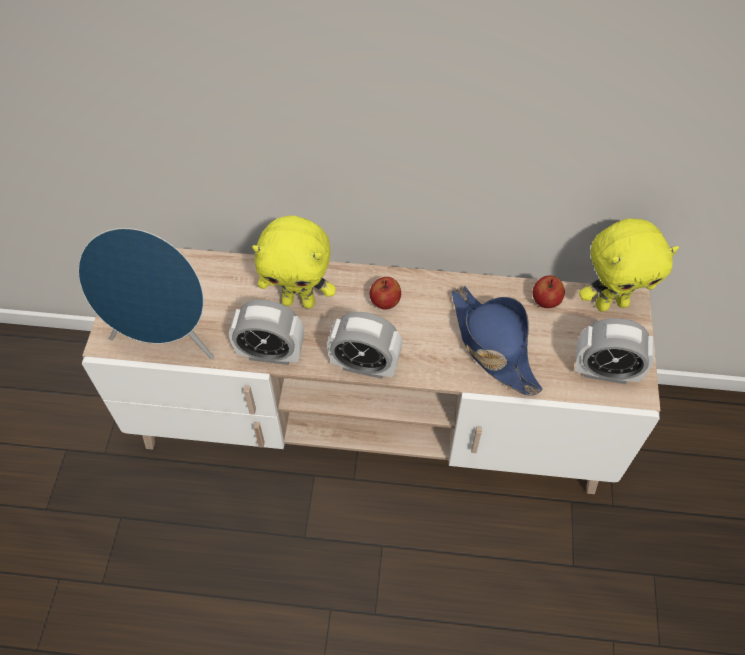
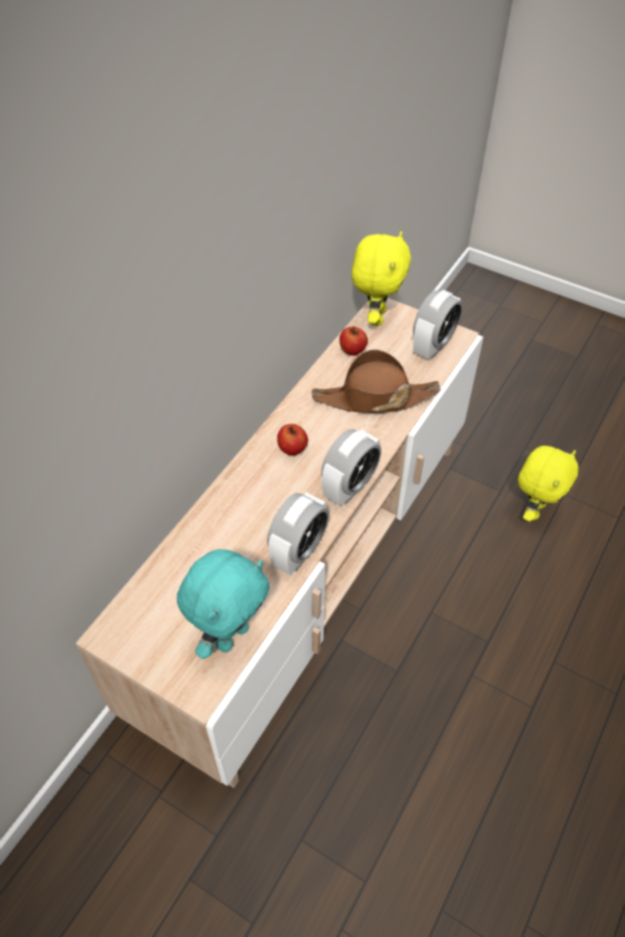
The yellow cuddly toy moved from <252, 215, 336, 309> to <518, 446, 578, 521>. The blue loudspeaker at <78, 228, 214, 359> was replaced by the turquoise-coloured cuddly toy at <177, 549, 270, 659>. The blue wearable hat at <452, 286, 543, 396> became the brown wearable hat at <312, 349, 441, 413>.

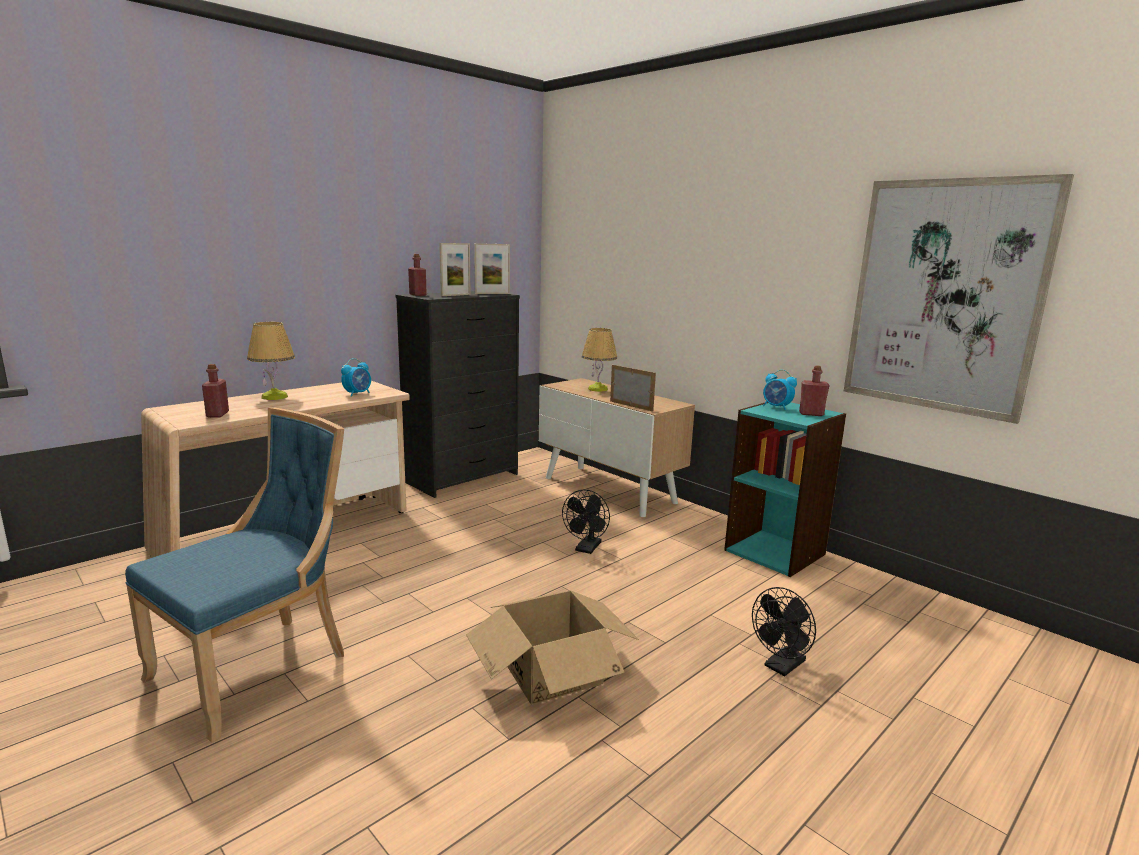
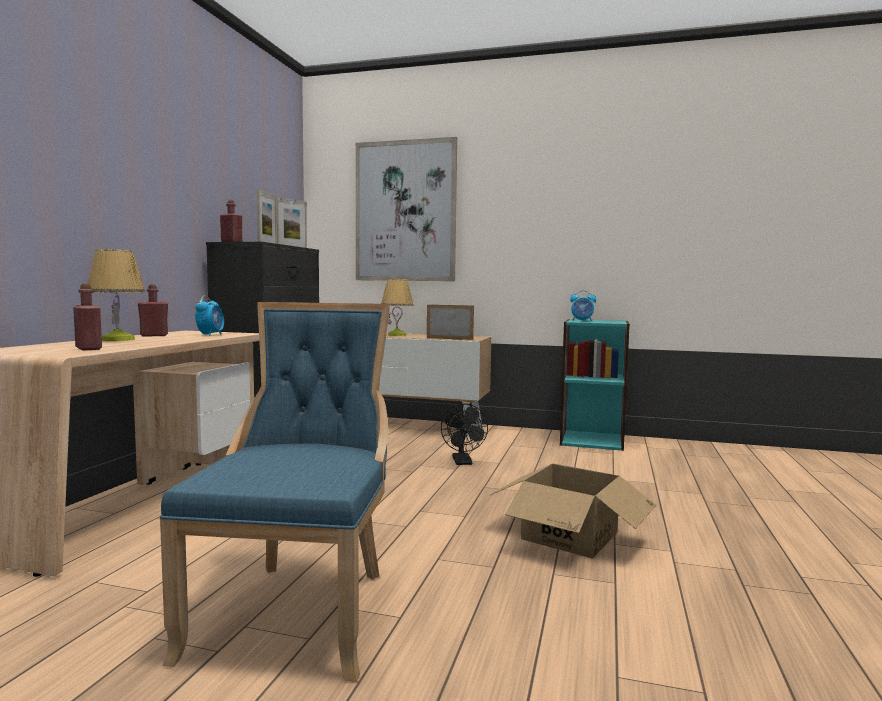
The wall art moved from <844, 174, 1074, 424> to <356, 137, 457, 281>. The red-coloured drink bottle moved from <799, 365, 830, 416> to <138, 285, 168, 336>. The black-coloured cooling fan at <752, 587, 816, 676> disappeared.

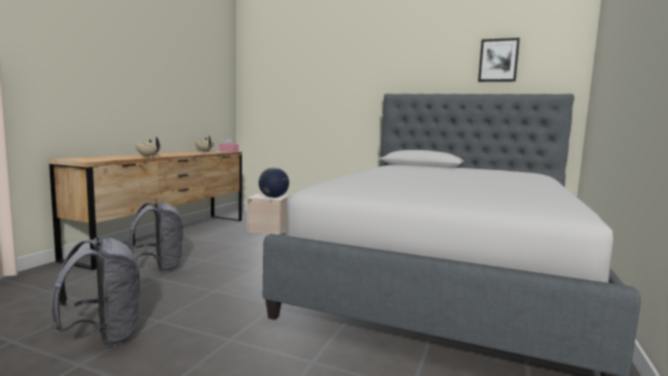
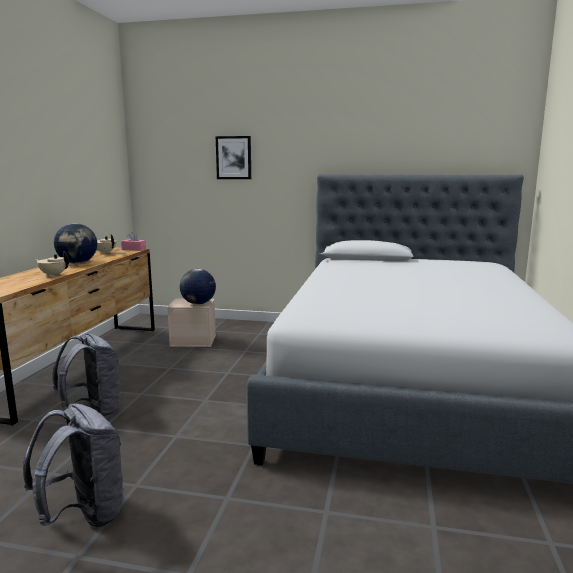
The wall art moved from <478, 38, 520, 82> to <216, 136, 251, 179>. The globe at <54, 223, 97, 264> appeared.

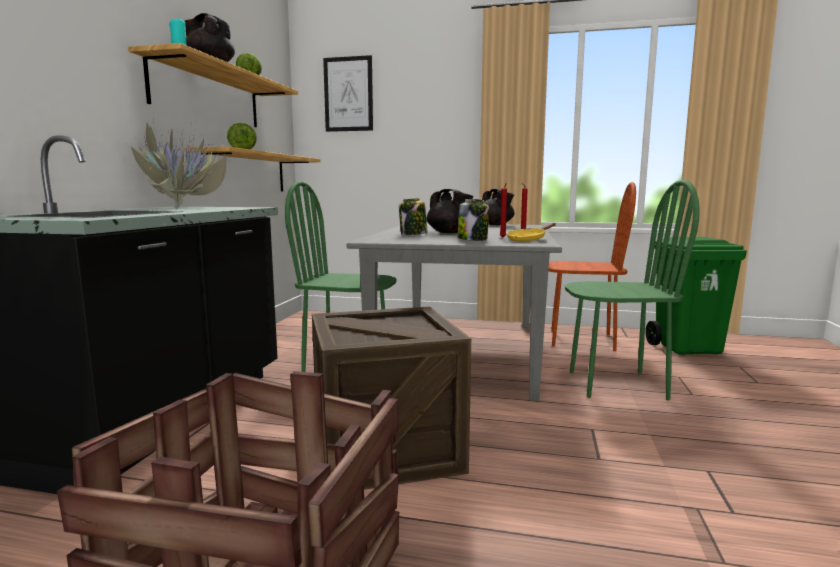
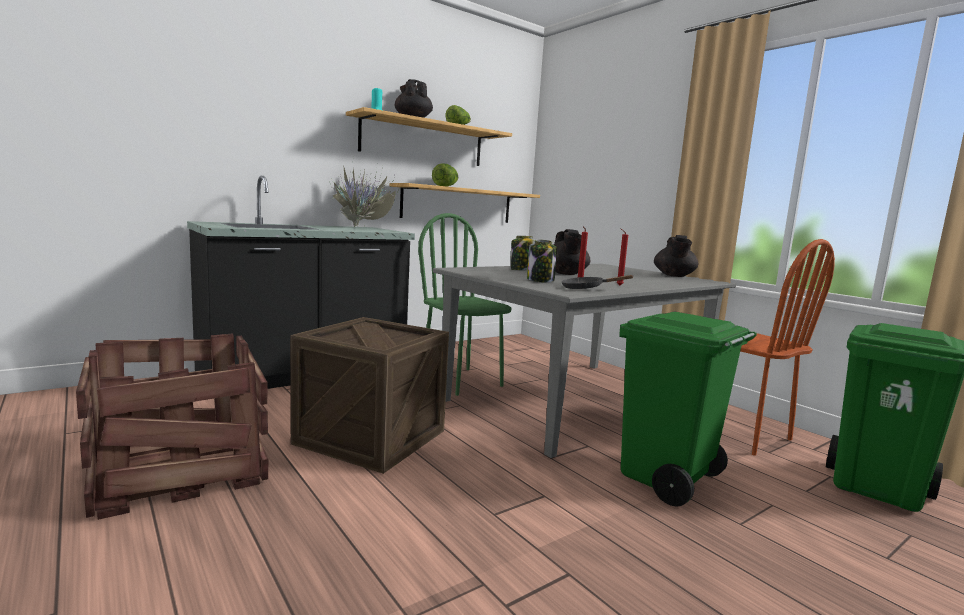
The wall art at <323, 55, 373, 132> disappeared. The green-coloured plain chair at <564, 180, 700, 400> was replaced by the green-coloured waste bin at <619, 311, 757, 506>. The yellow pan at <507, 223, 556, 241> became the black-coloured pan at <561, 275, 633, 289>.

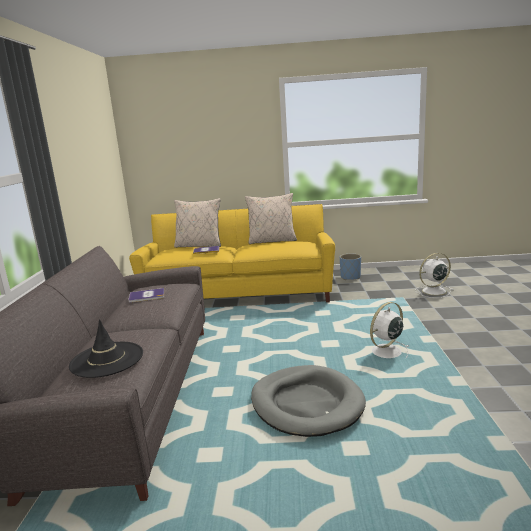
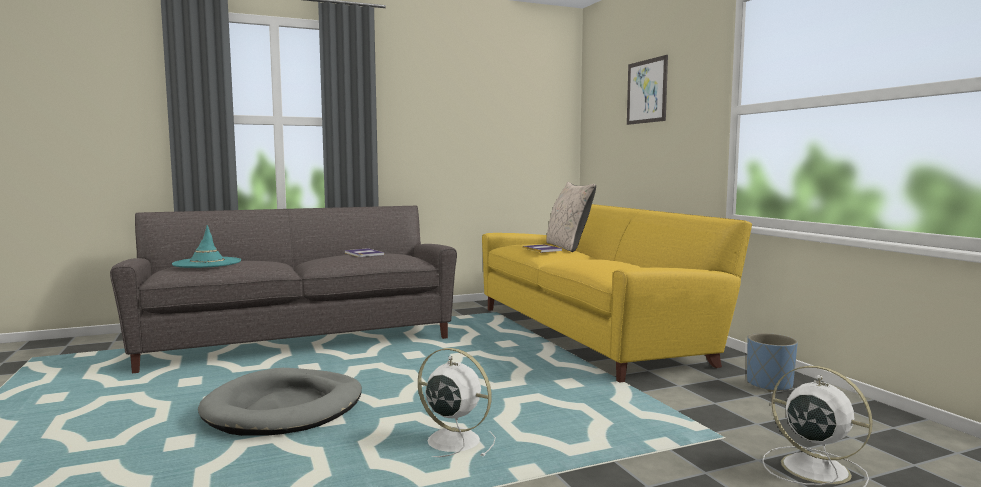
The beige pillow at <245, 193, 297, 244> disappeared. The black-coloured wearable hat at <69, 319, 143, 378> became the turquoise-coloured wearable hat at <172, 225, 241, 268>. The wall art at <627, 55, 668, 125> appeared.

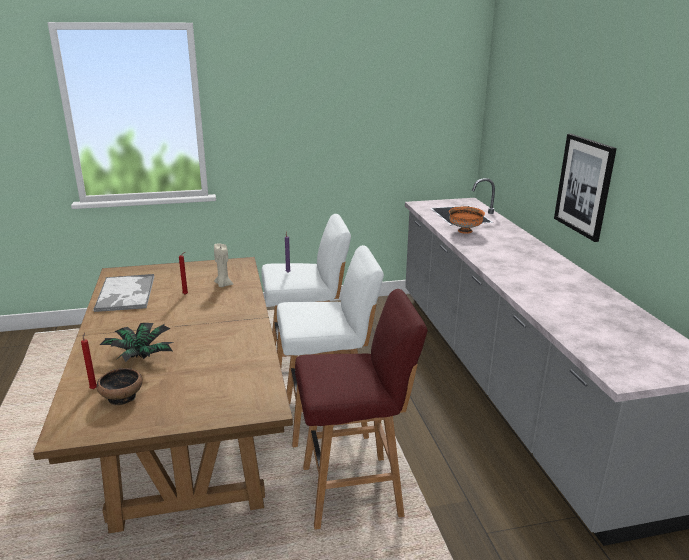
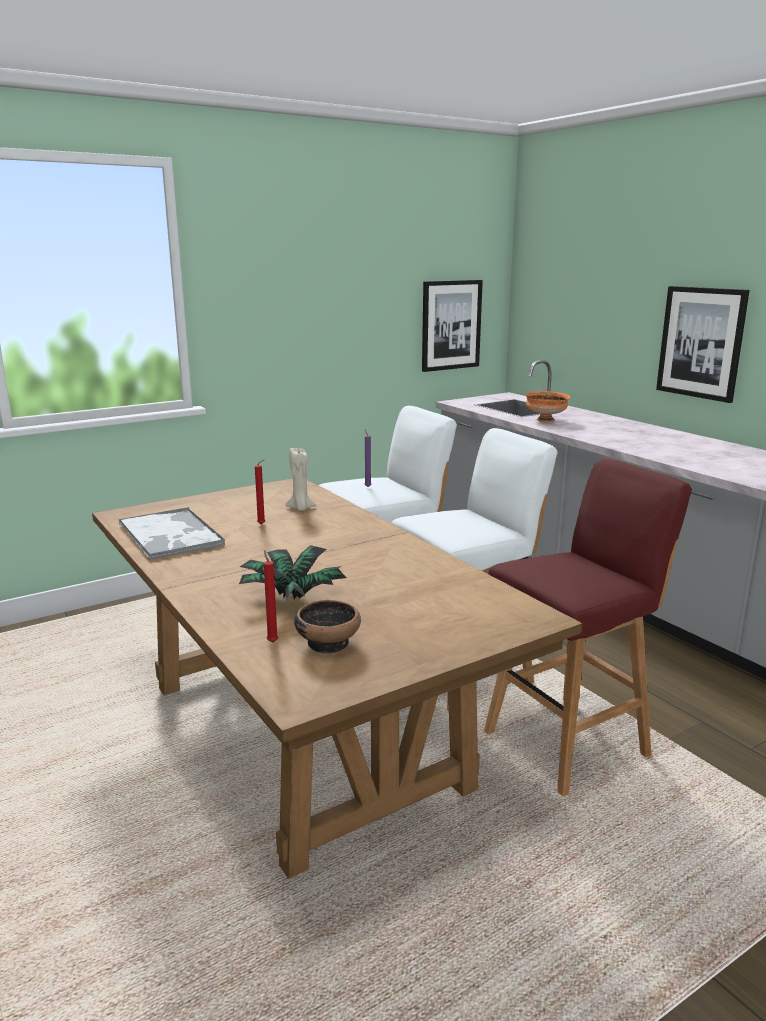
The wall art at <422, 280, 483, 372> appeared.

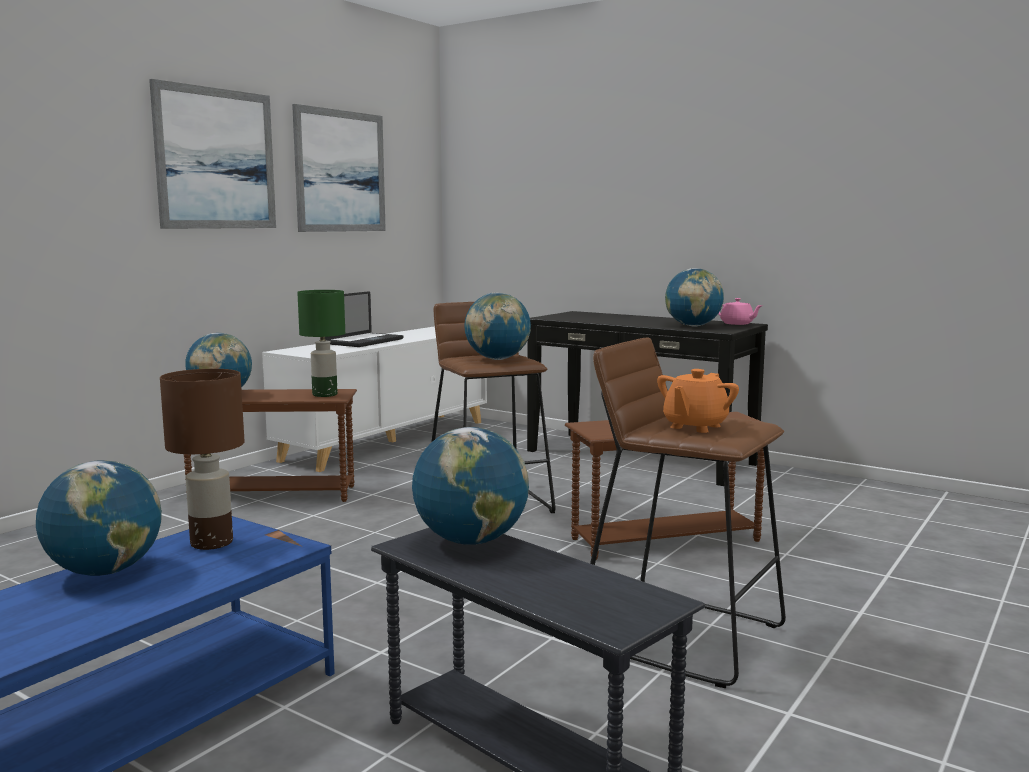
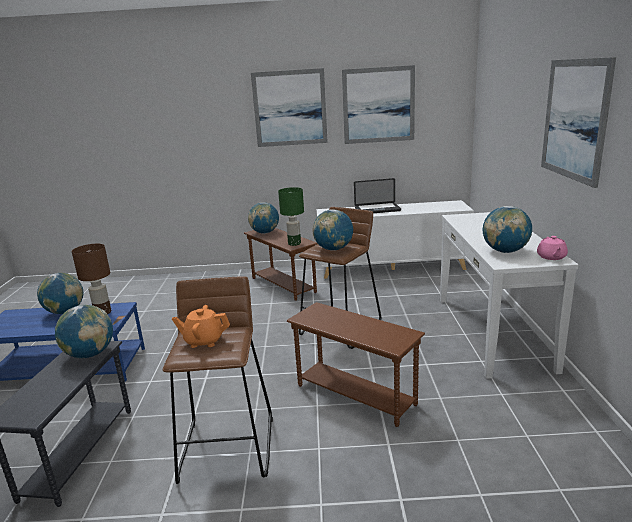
The black-coloured narrow table at <527, 311, 768, 486> became the white narrow table at <440, 212, 578, 379>. The wall art at <541, 57, 616, 188> appeared.

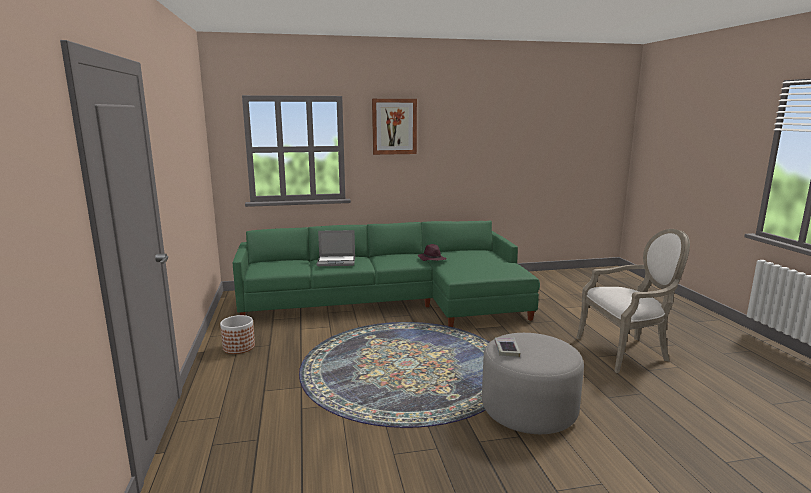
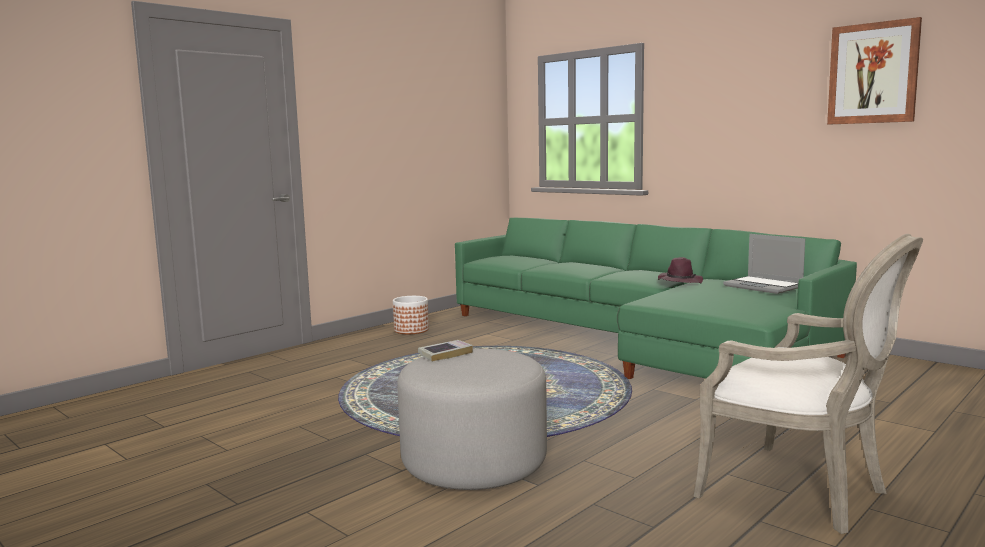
The wall art moved from <372, 99, 417, 155> to <827, 17, 922, 125>. The portable computer moved from <317, 230, 355, 266> to <723, 234, 805, 294>.

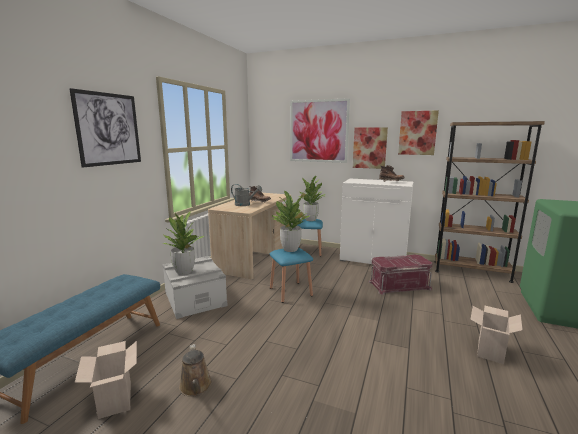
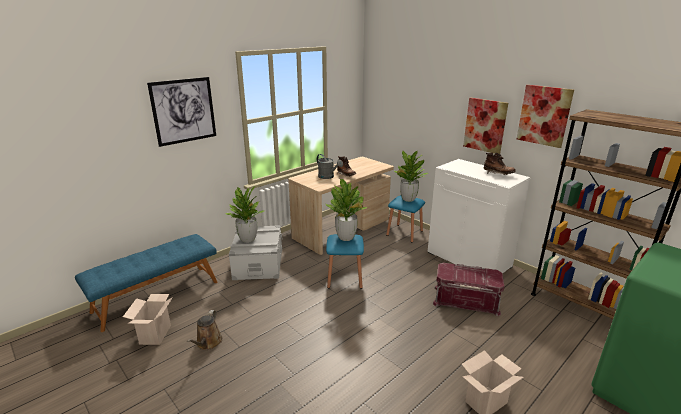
The wall art at <290, 98, 350, 163> disappeared.

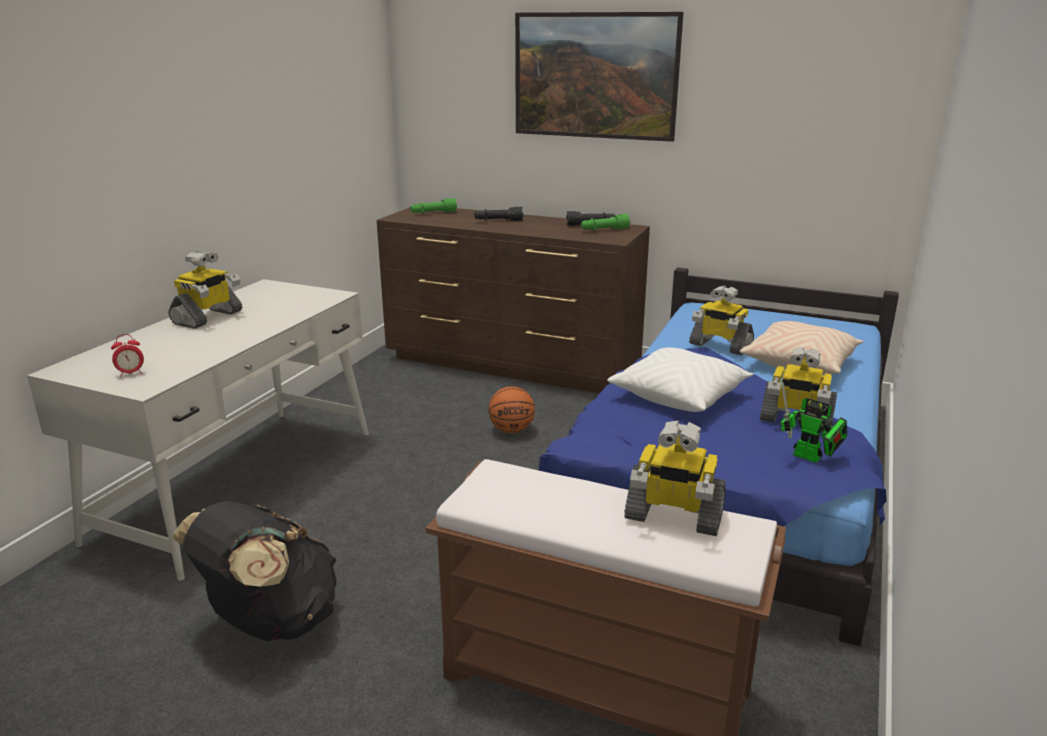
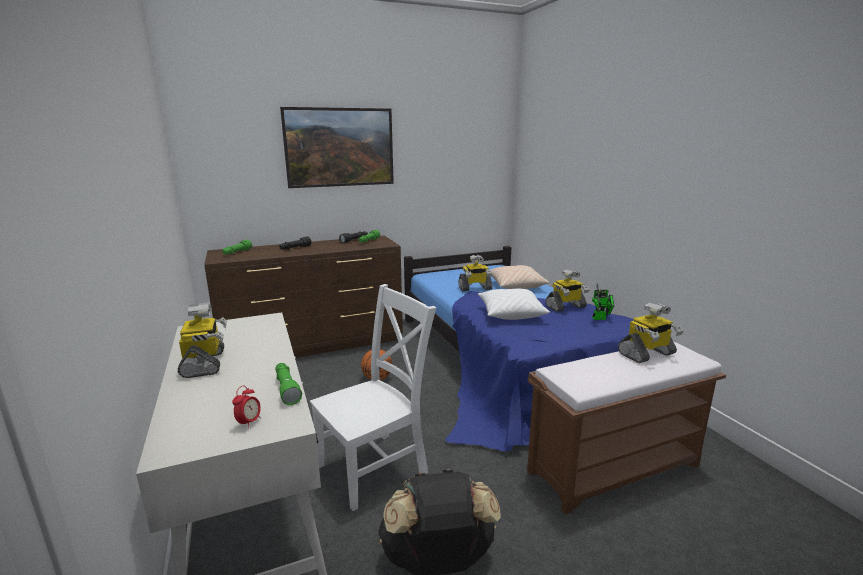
The white plain chair at <310, 284, 436, 511> appeared. The green-coloured hand torch at <275, 363, 302, 405> appeared.

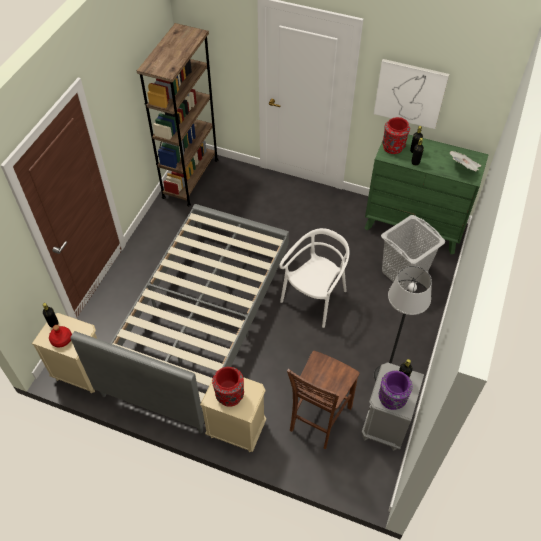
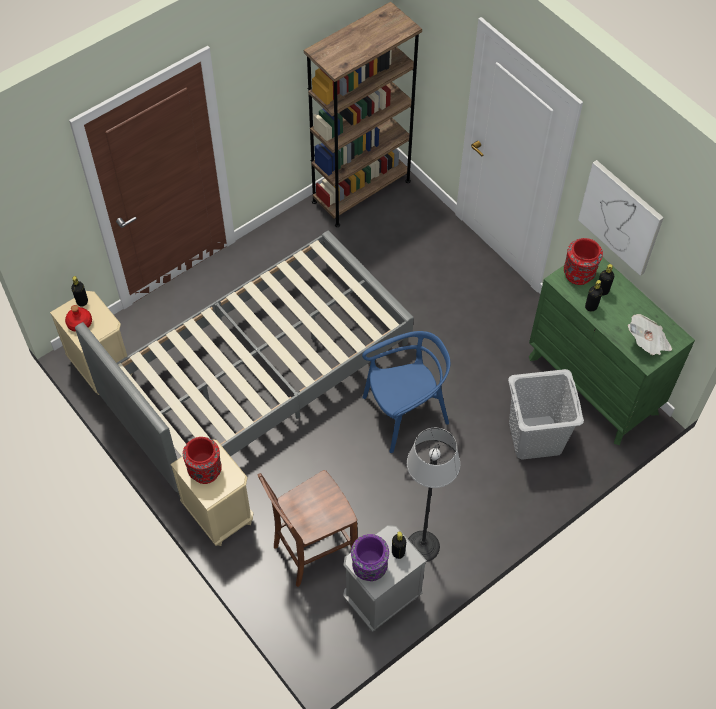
The white plain chair at <279, 228, 350, 328> became the blue plain chair at <362, 331, 450, 453>.

